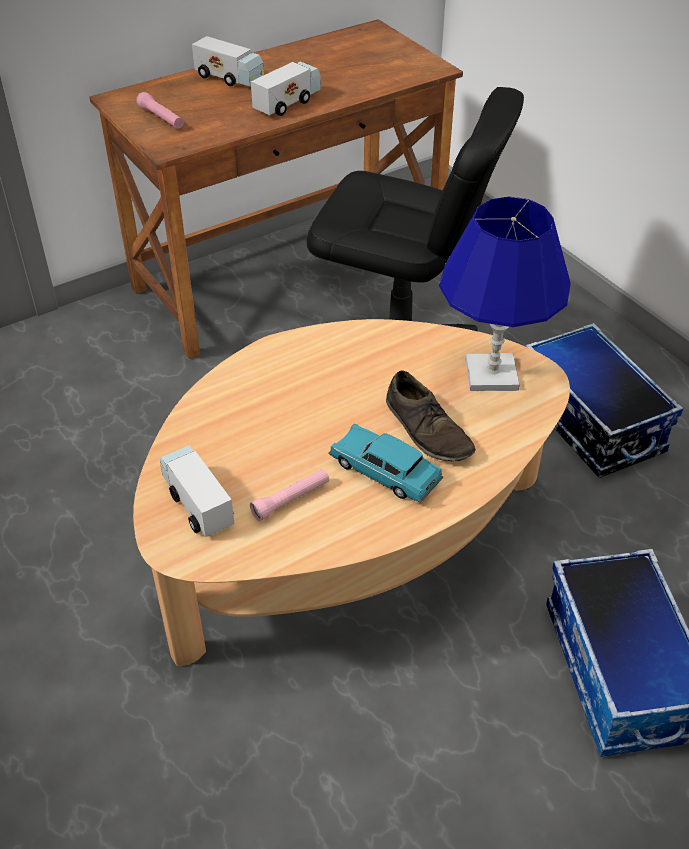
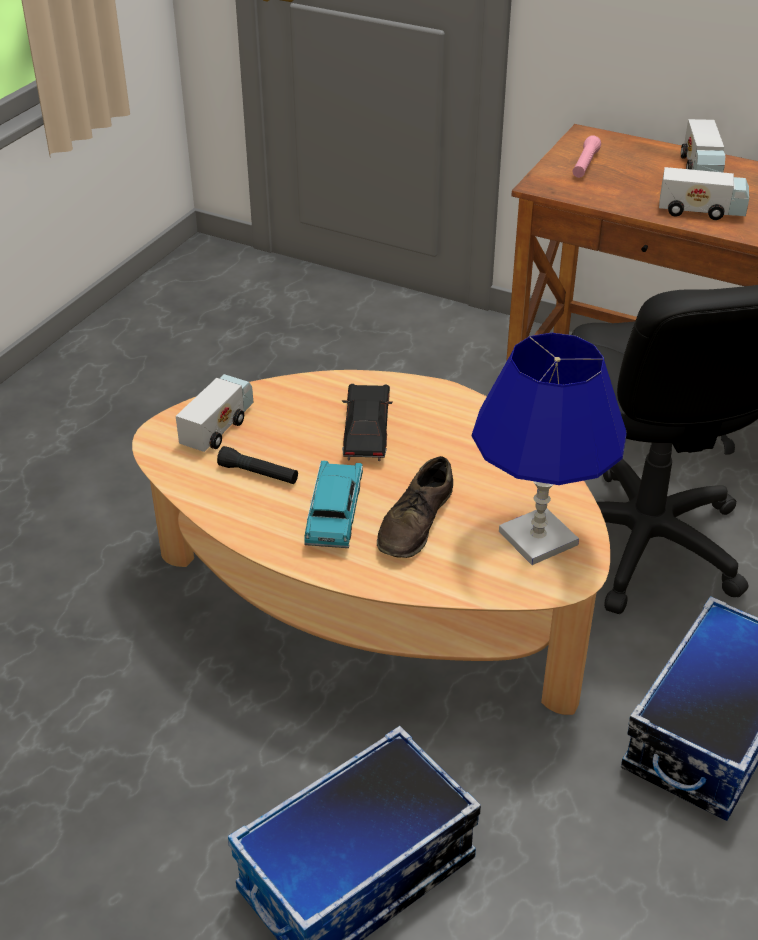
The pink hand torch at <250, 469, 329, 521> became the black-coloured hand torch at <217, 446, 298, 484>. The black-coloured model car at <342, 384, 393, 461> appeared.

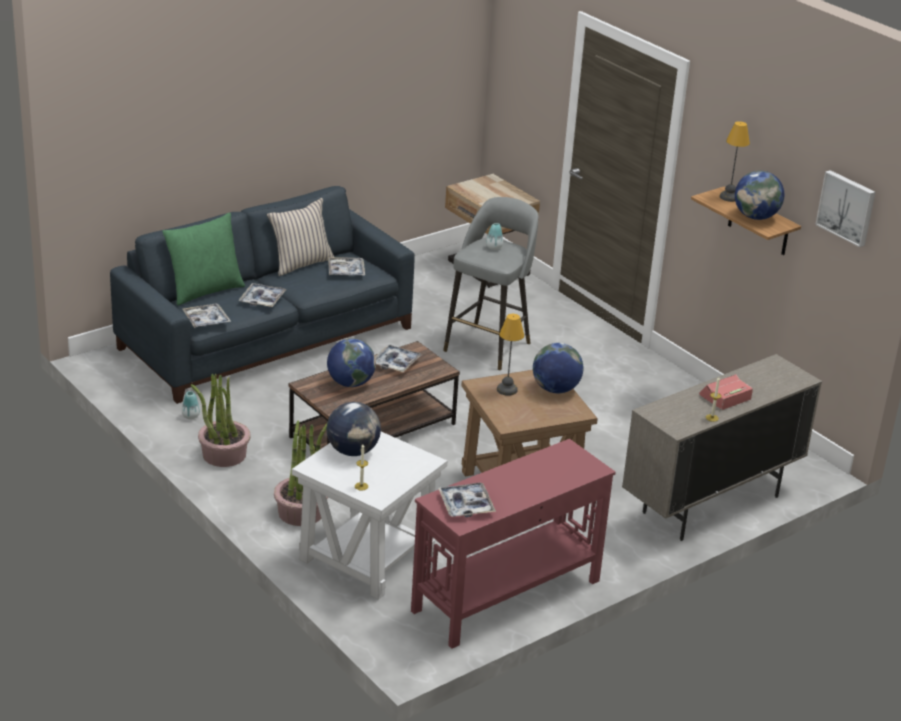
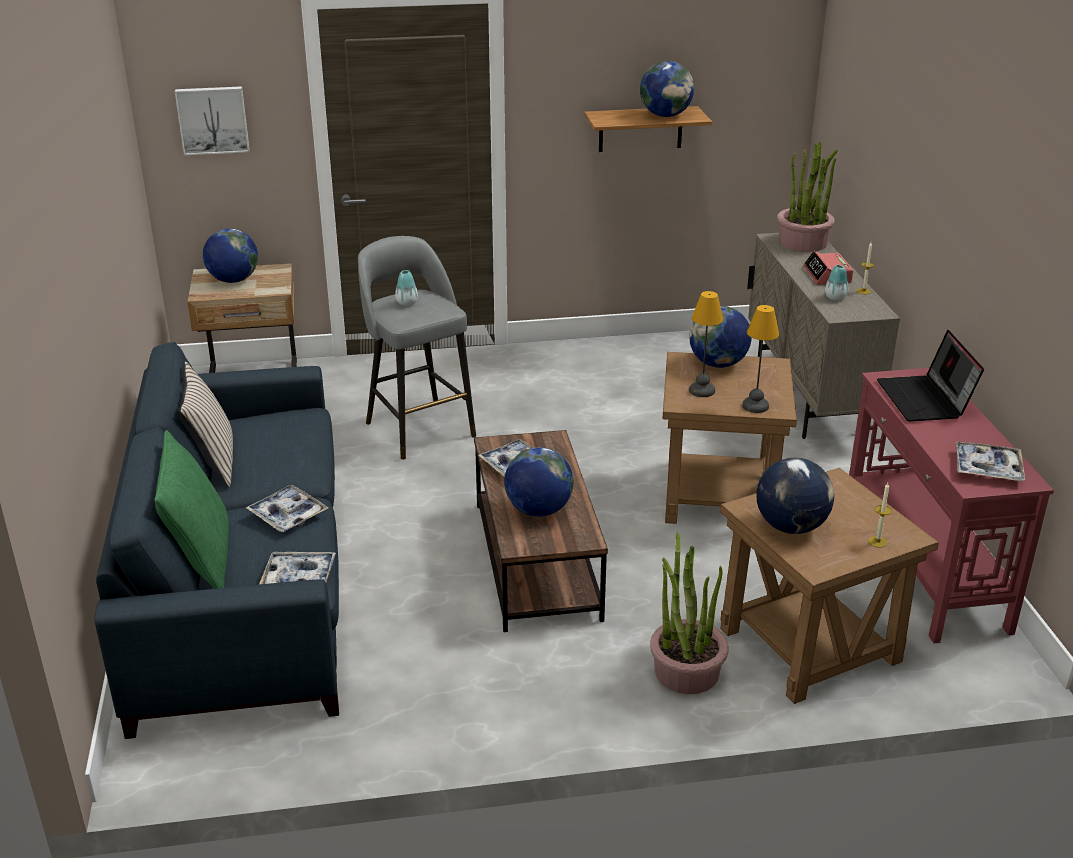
The lamp for a table moved from <720, 121, 750, 202> to <742, 305, 779, 413>. The wall art moved from <815, 170, 876, 247> to <175, 86, 250, 155>. The serving tray at <328, 257, 365, 276> disappeared. The potted plant moved from <191, 374, 251, 467> to <777, 142, 838, 252>. The decorative vase moved from <182, 391, 200, 419> to <825, 265, 848, 300>. The white accent table at <292, 432, 447, 600> became the brown accent table at <720, 468, 939, 704>. The globe at <203, 229, 258, 283> appeared. The portable computer at <877, 330, 984, 421> appeared.

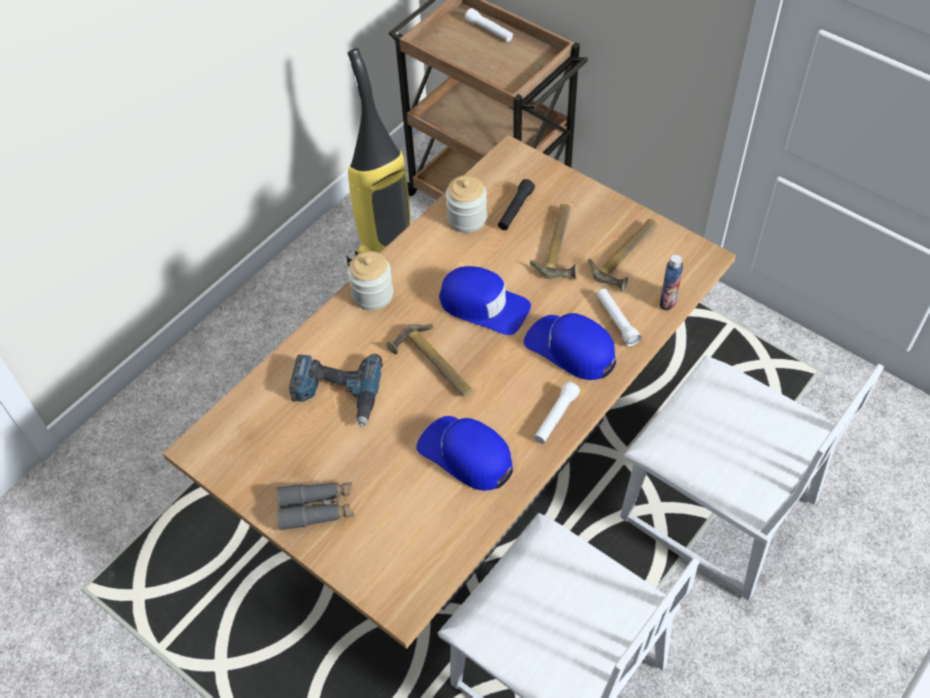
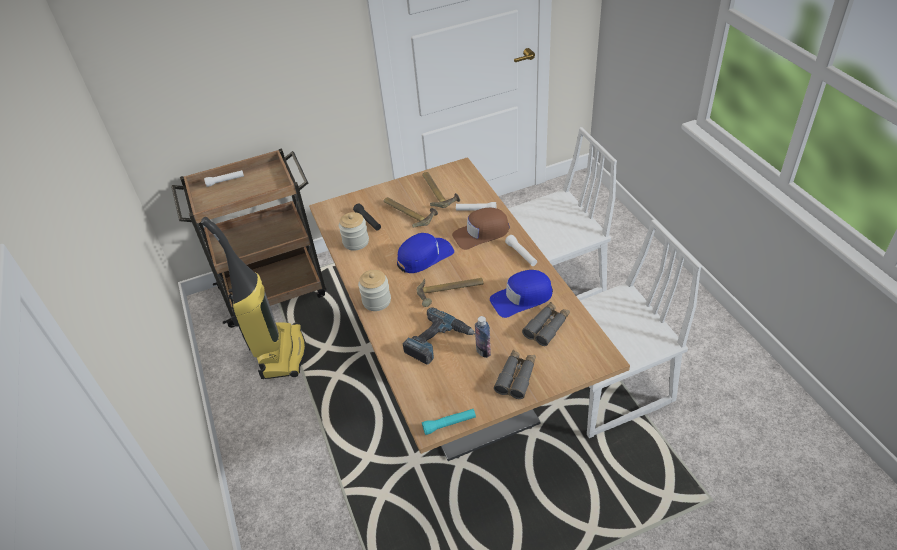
The drink bottle moved from <660, 255, 684, 311> to <475, 316, 491, 358>. The blue cap at <524, 313, 616, 380> became the brown cap at <452, 208, 510, 250>. The gray binoculars at <522, 302, 570, 346> appeared. The turquoise-coloured hand torch at <422, 409, 476, 435> appeared.

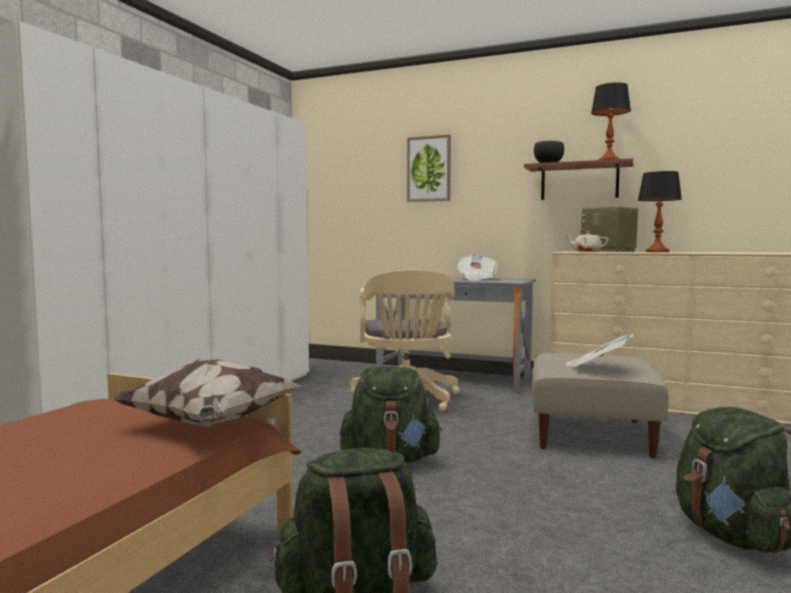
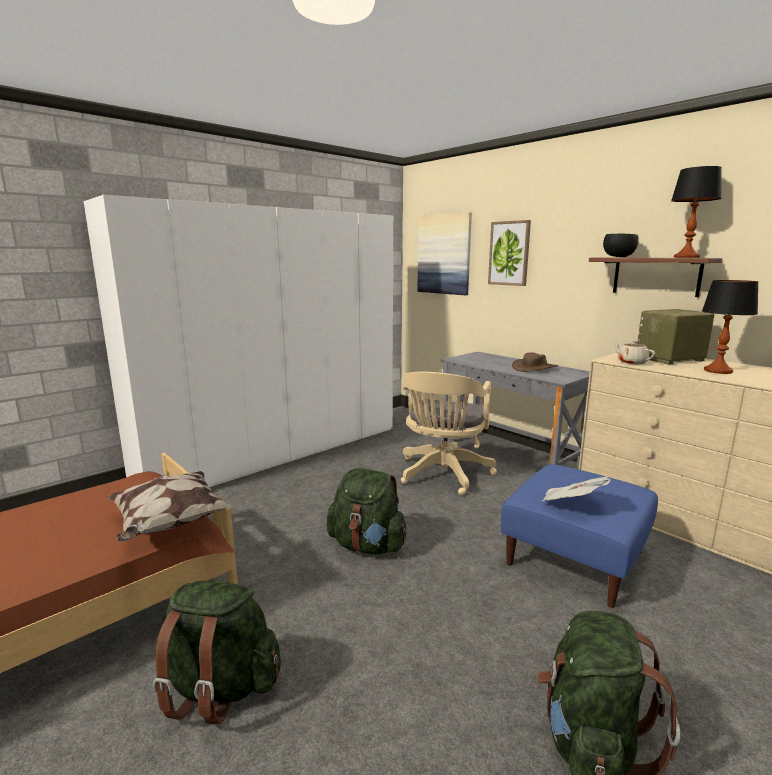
The newspaper at <456, 254, 497, 280> was replaced by the brown wearable hat at <512, 353, 558, 372>. The beige pouffe at <531, 353, 669, 458> became the blue pouffe at <501, 464, 658, 608>. The wall art at <417, 212, 472, 295> appeared.

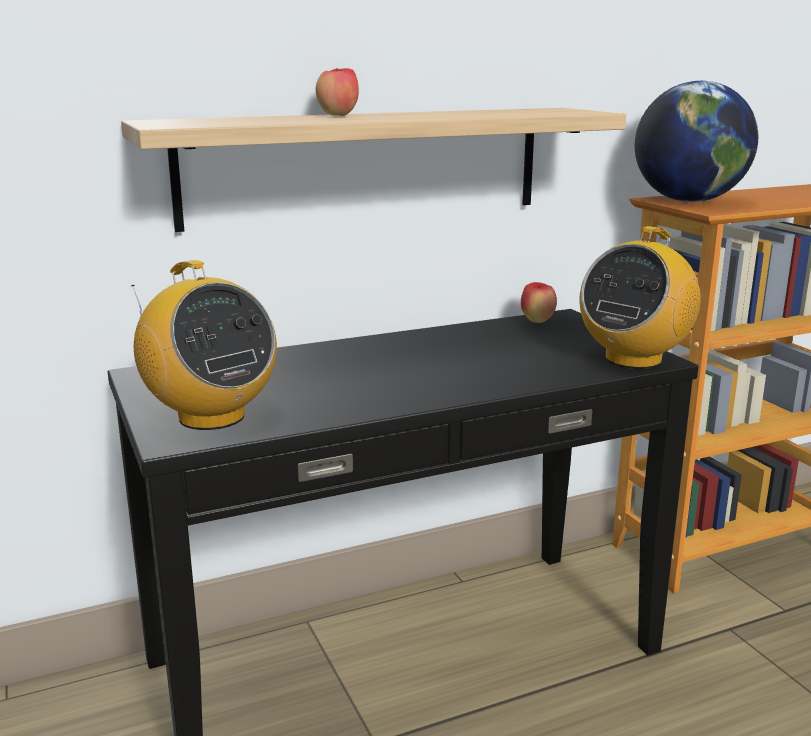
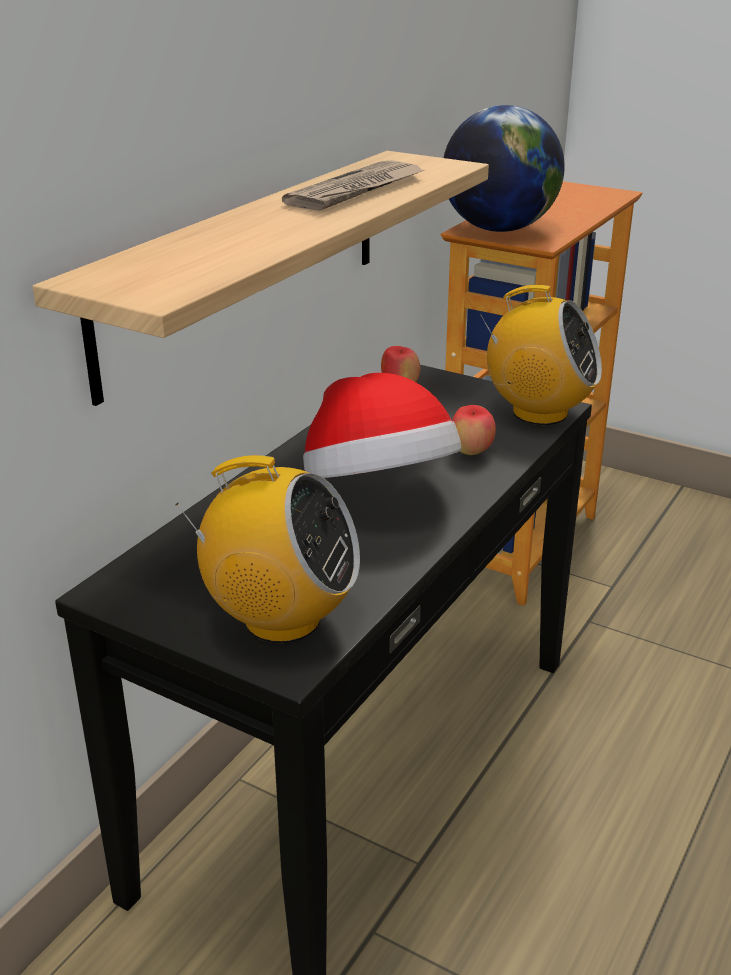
The apple moved from <316, 68, 359, 116> to <452, 405, 496, 455>. The radio set at <579, 226, 701, 369> turned 75 degrees counterclockwise. The newspaper at <282, 160, 425, 211> appeared. The wearable hat at <303, 373, 461, 478> appeared.

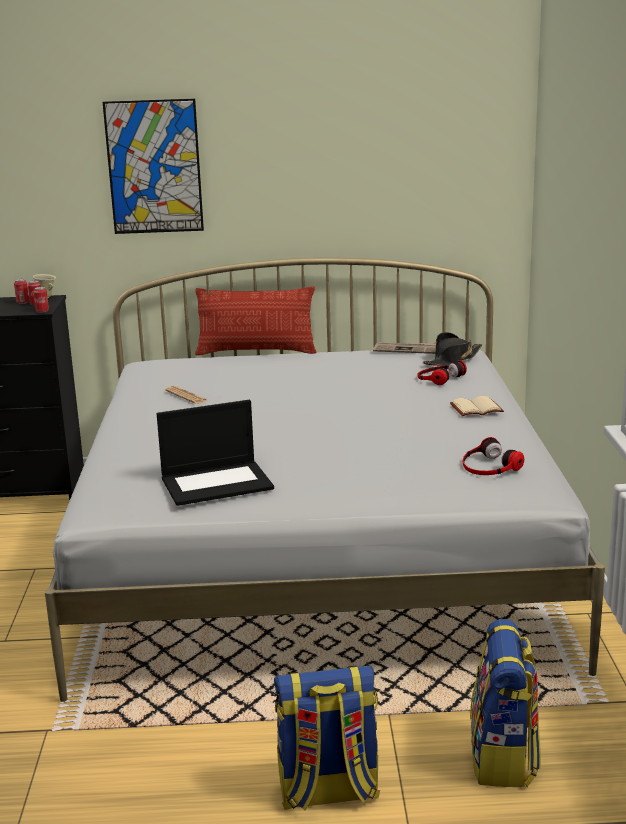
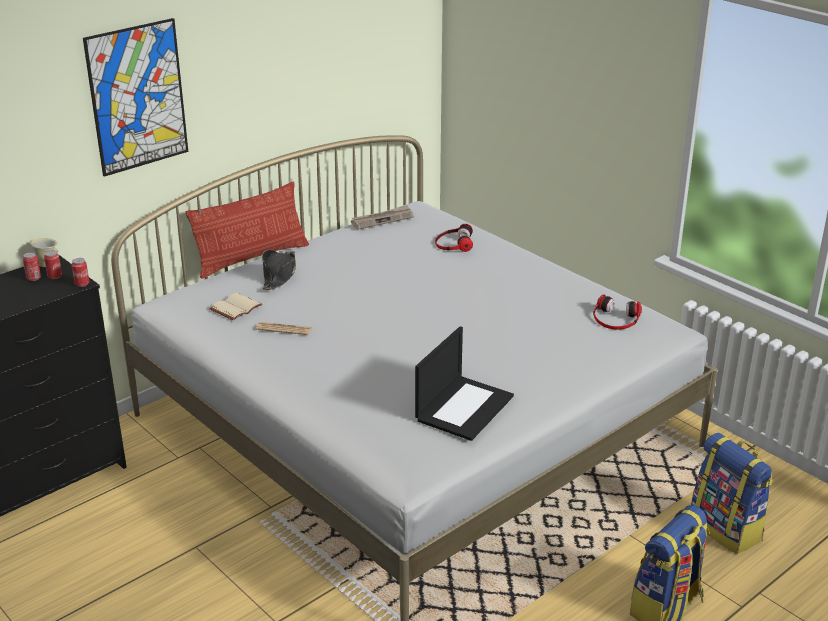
The black-coloured wearable hat moved from <423, 332, 482, 366> to <262, 250, 296, 290>. The beige book moved from <450, 396, 504, 416> to <209, 293, 262, 321>.

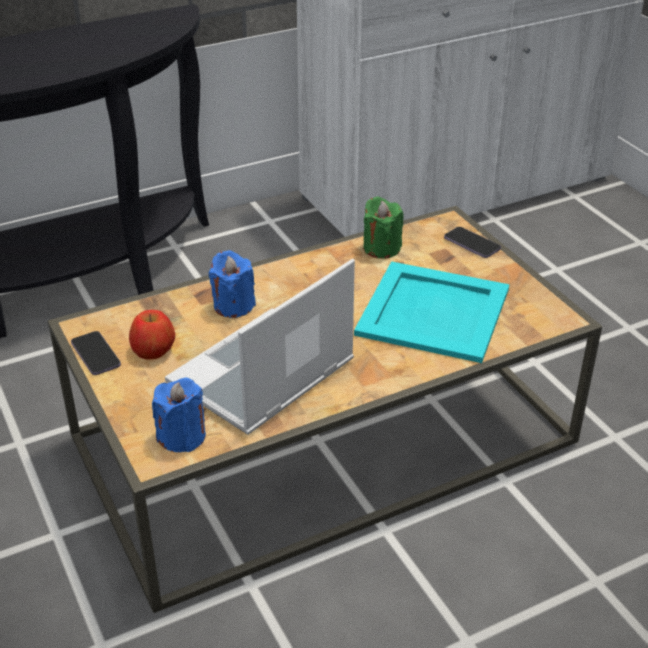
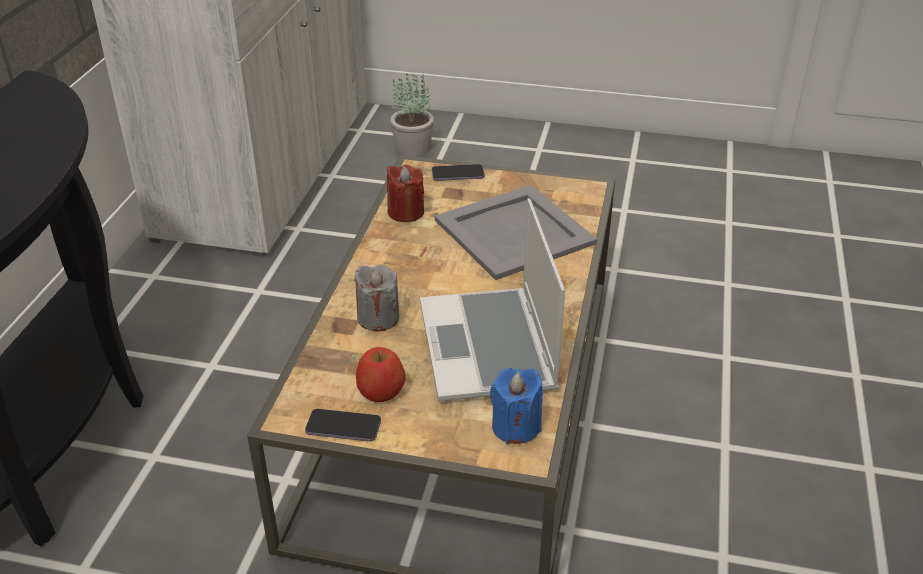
The green-coloured wax light at <363, 197, 403, 259> became the red-coloured wax light at <387, 164, 424, 222>. The blue wax light at <209, 250, 256, 318> became the gray wax light at <354, 265, 400, 331>. The turquoise-coloured serving tray at <354, 261, 510, 363> became the gray serving tray at <435, 185, 597, 280>. The potted plant at <390, 72, 434, 157> appeared.

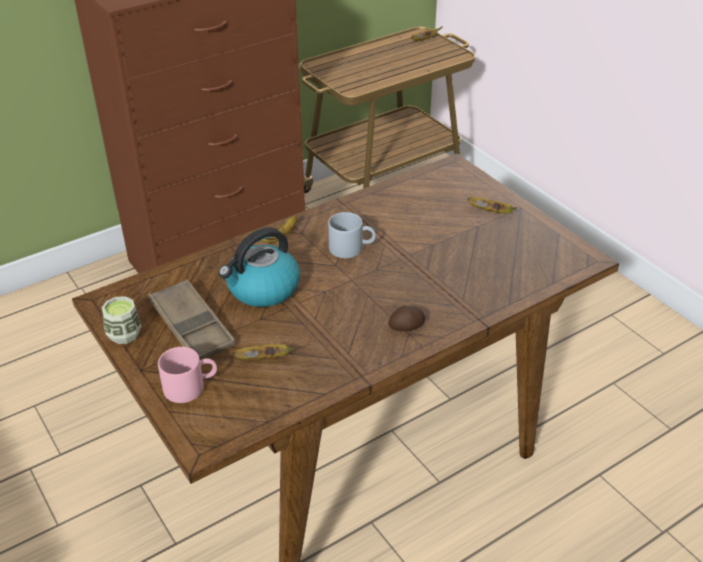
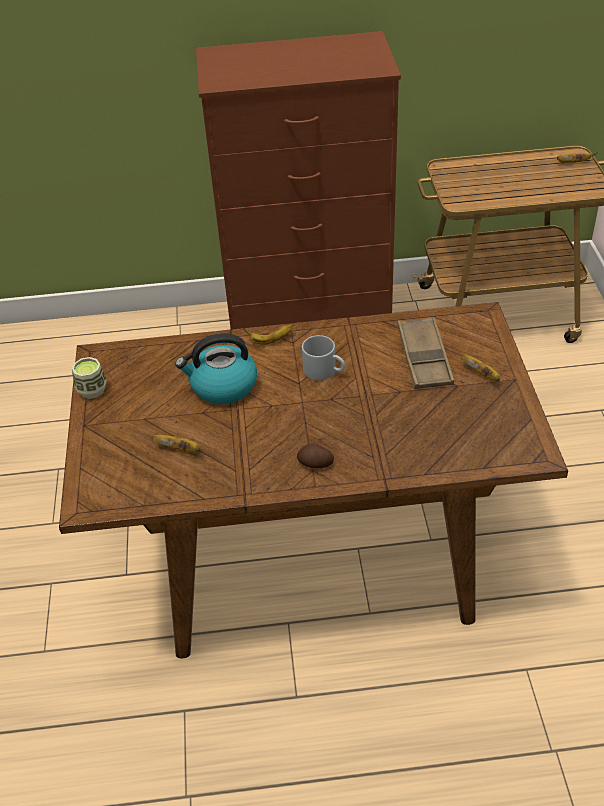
The brown serving tray moved from <148, 279, 236, 360> to <397, 317, 454, 389>. The pink mug at <158, 347, 217, 403> disappeared.

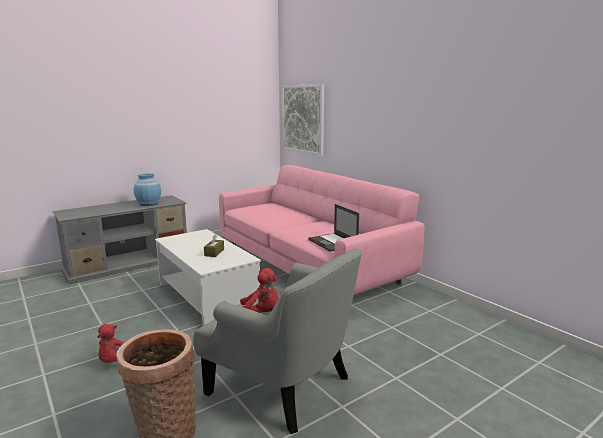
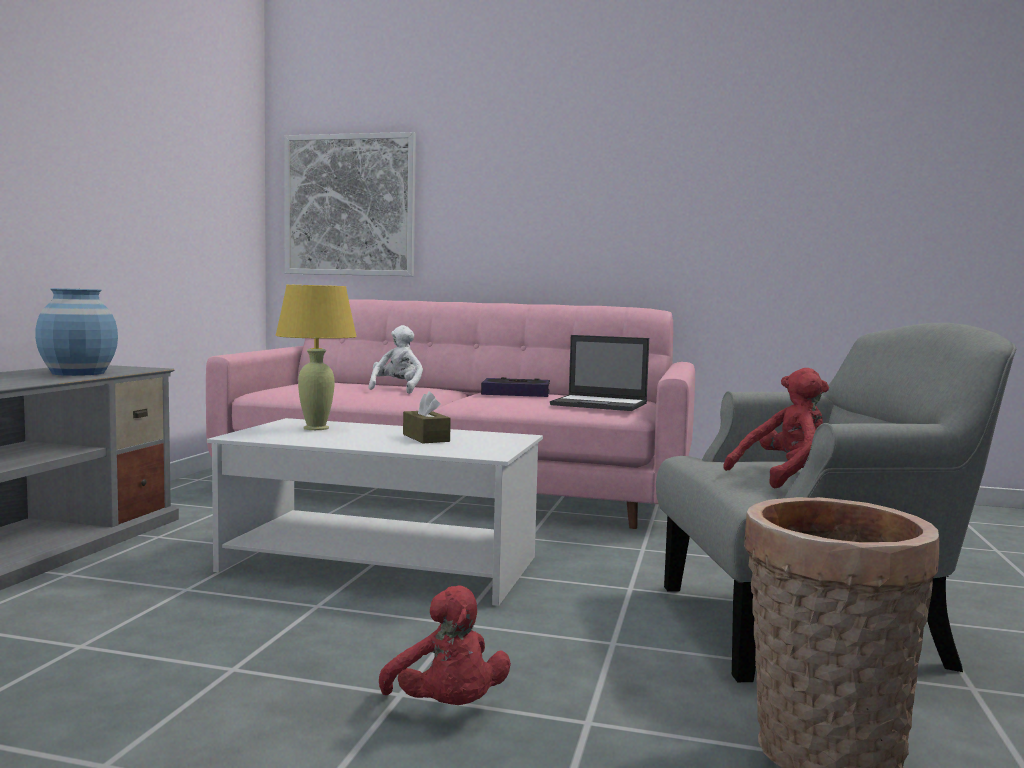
The yellow lamp for a table at <275, 285, 357, 430> appeared. The white cuddly toy at <368, 325, 423, 394> appeared. The book at <481, 377, 550, 397> appeared.

